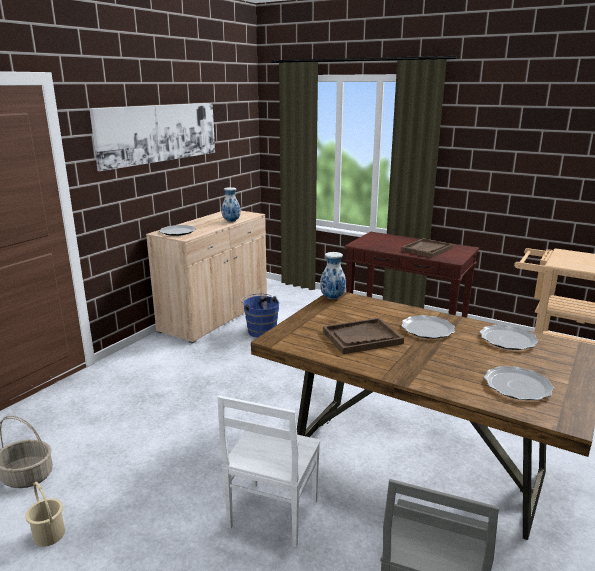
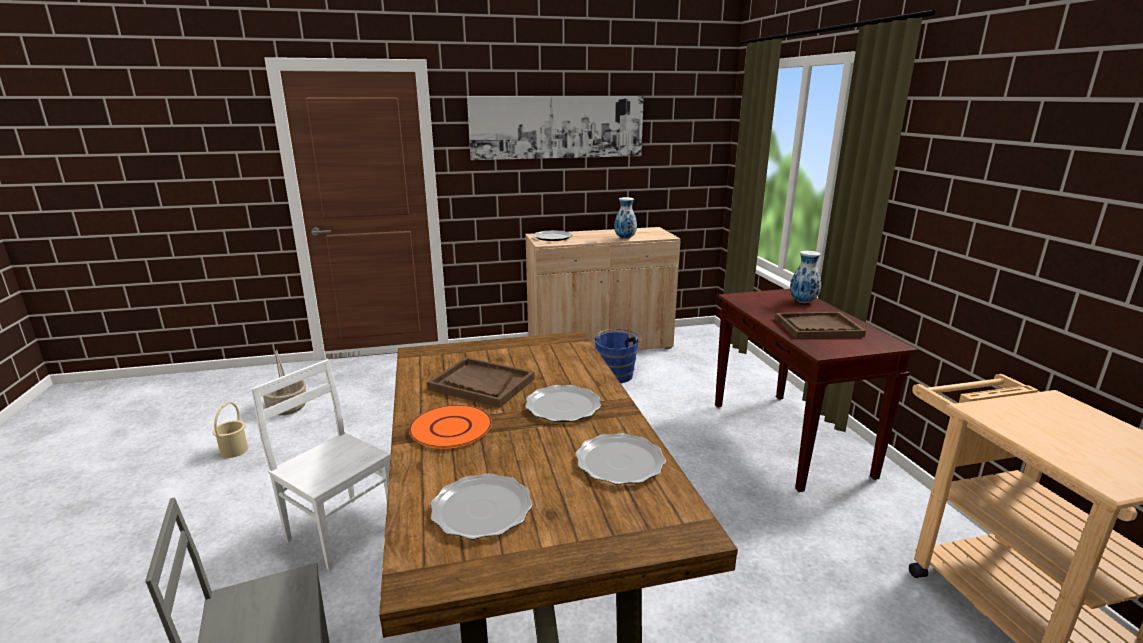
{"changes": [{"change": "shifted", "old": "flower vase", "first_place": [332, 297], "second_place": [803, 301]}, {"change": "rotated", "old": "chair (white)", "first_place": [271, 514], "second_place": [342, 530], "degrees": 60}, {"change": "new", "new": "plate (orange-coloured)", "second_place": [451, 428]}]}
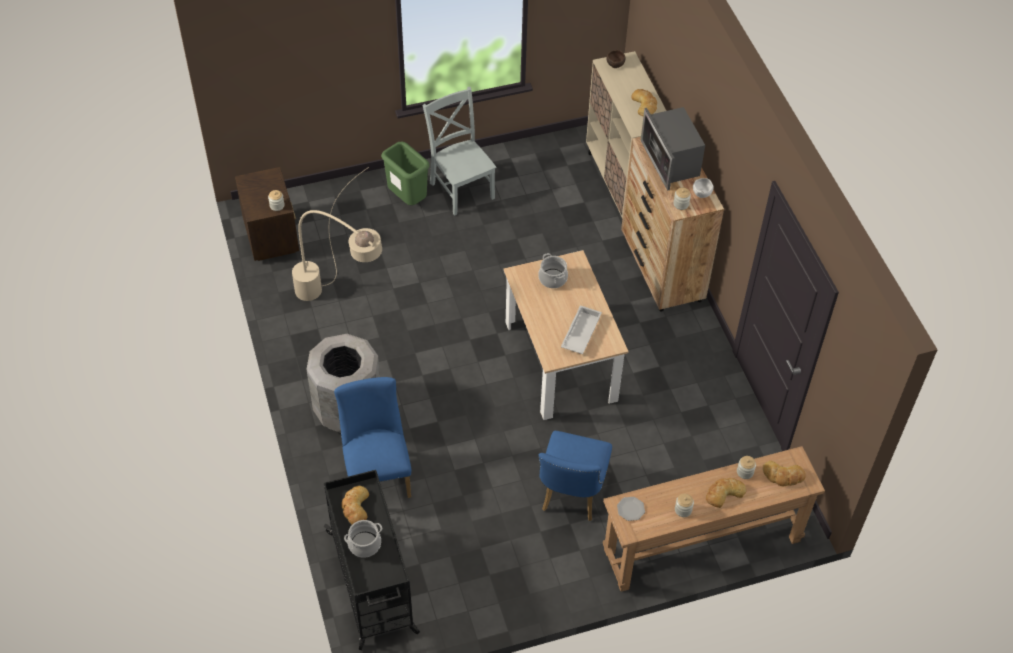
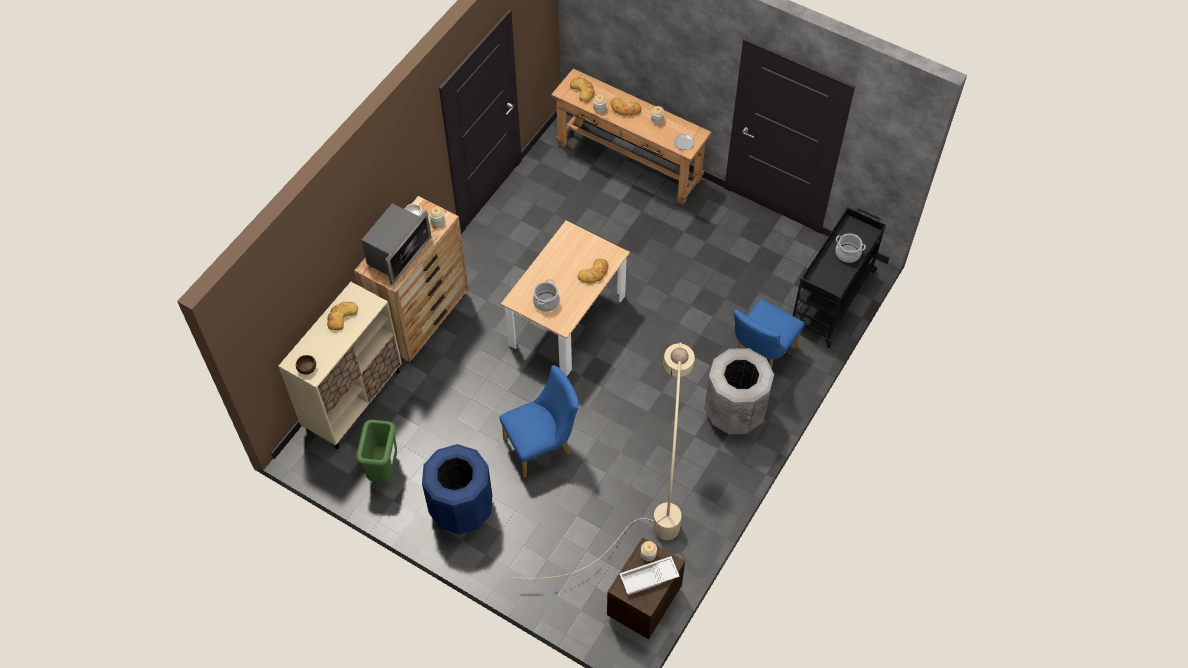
{"changes": [{"change": "swapped", "old": "chair (grey)", "new": "waste bin (blue-coloured)", "first_place": [461, 188], "second_place": [461, 509]}, {"change": "shifted", "old": "waste bin (greenish)", "first_place": [408, 199], "second_place": [383, 469]}, {"change": "shifted", "old": "tray (white)", "first_place": [580, 333], "second_place": [649, 578]}, {"change": "shifted", "old": "chair (blue-coloured)", "first_place": [571, 495], "second_place": [542, 446]}, {"change": "shifted", "old": "bread", "first_place": [355, 507], "second_place": [594, 273]}]}
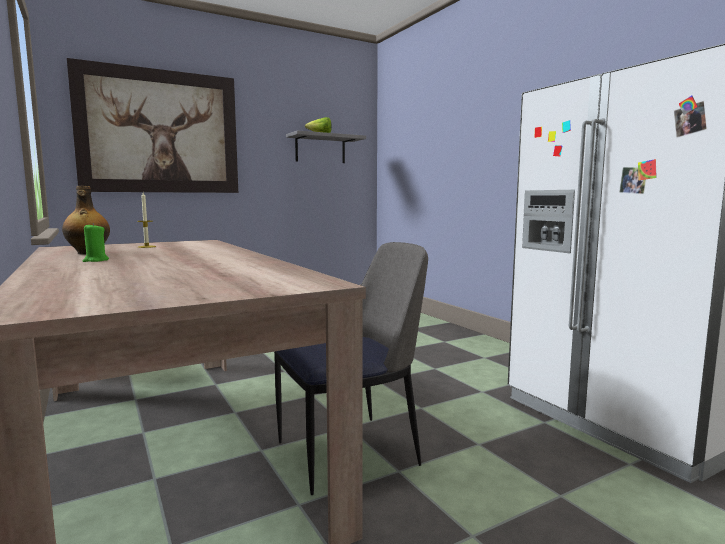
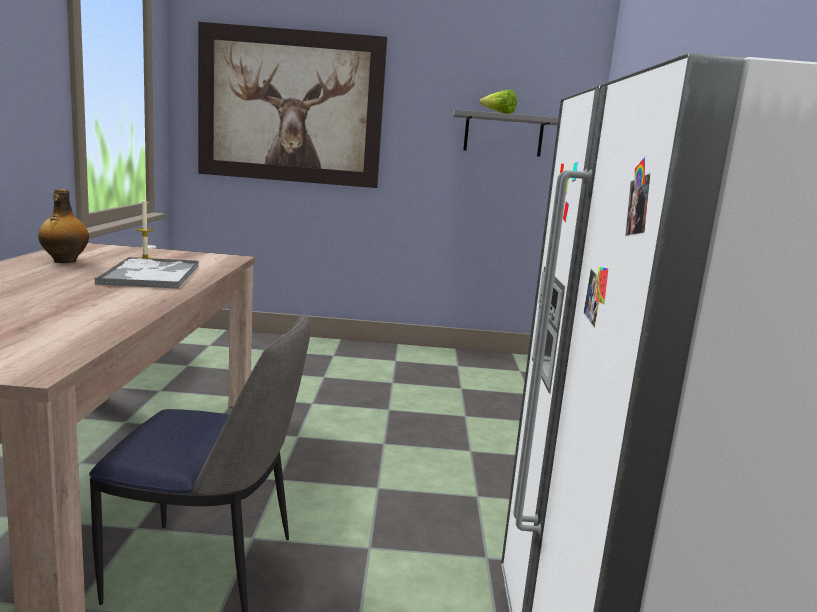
{"changes": [{"change": "gone", "old": "candle (greenish)", "first_place": [95, 260]}, {"change": "new", "new": "tray", "second_place": [151, 274]}]}
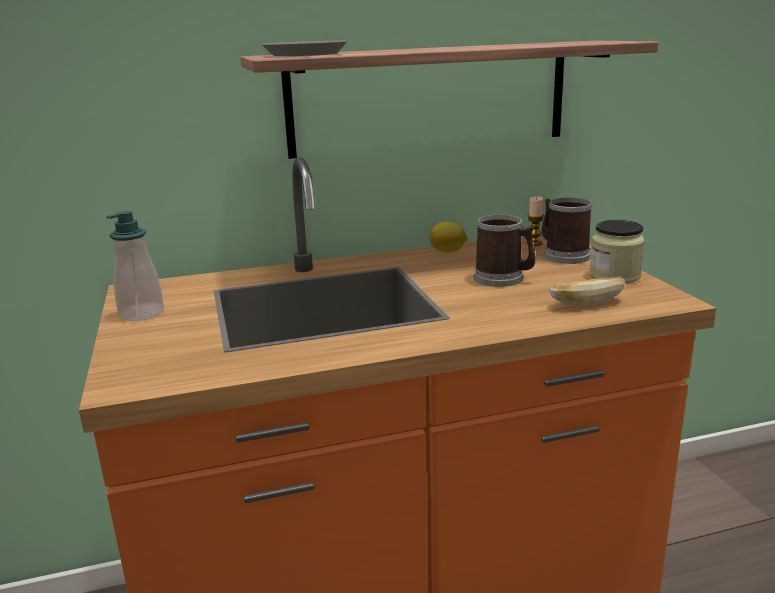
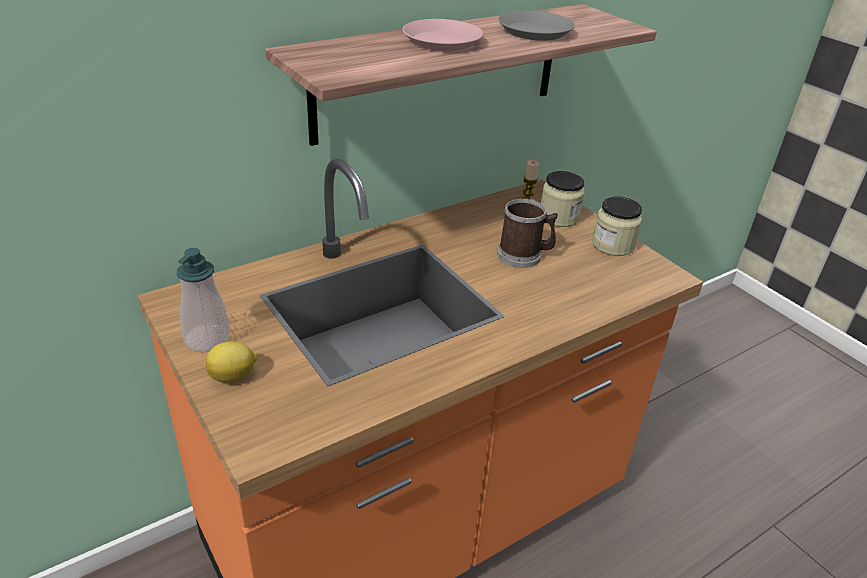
{"changes": [{"change": "shifted", "old": "plate (grey)", "first_place": [306, 54], "second_place": [535, 32]}, {"change": "swapped", "old": "tea mug", "new": "jar", "first_place": [562, 255], "second_place": [558, 217]}, {"change": "shifted", "old": "whole lemon", "first_place": [448, 251], "second_place": [233, 376]}, {"change": "gone", "old": "bread", "first_place": [586, 303]}, {"change": "new", "new": "plate (pink)", "second_place": [441, 41]}]}
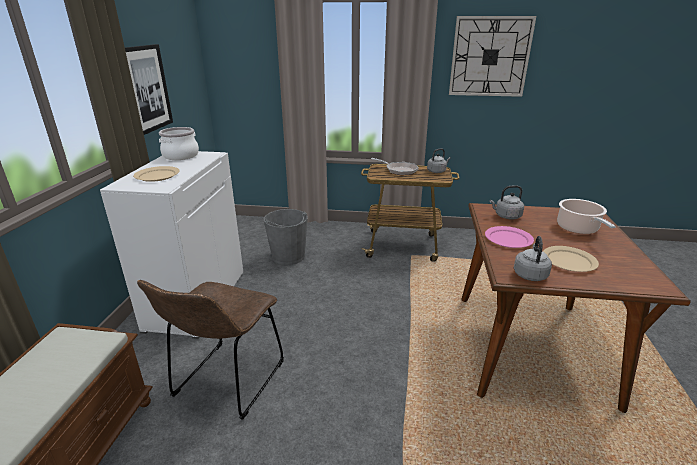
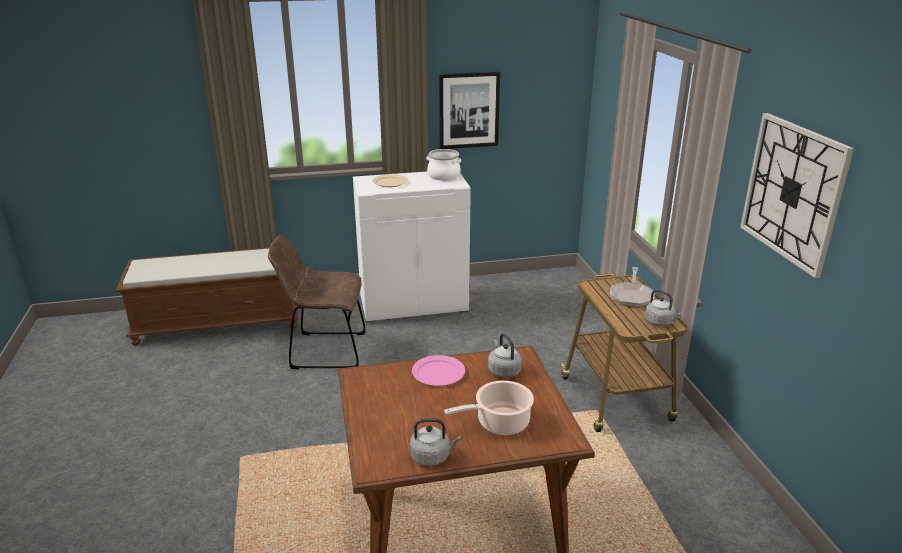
{"changes": [{"change": "gone", "old": "pail (grey)", "first_place": [288, 256]}, {"change": "shifted", "old": "water kettle (grey)", "first_place": [530, 274], "second_place": [432, 457]}, {"change": "gone", "old": "plate (sand-coloured)", "first_place": [568, 261]}]}
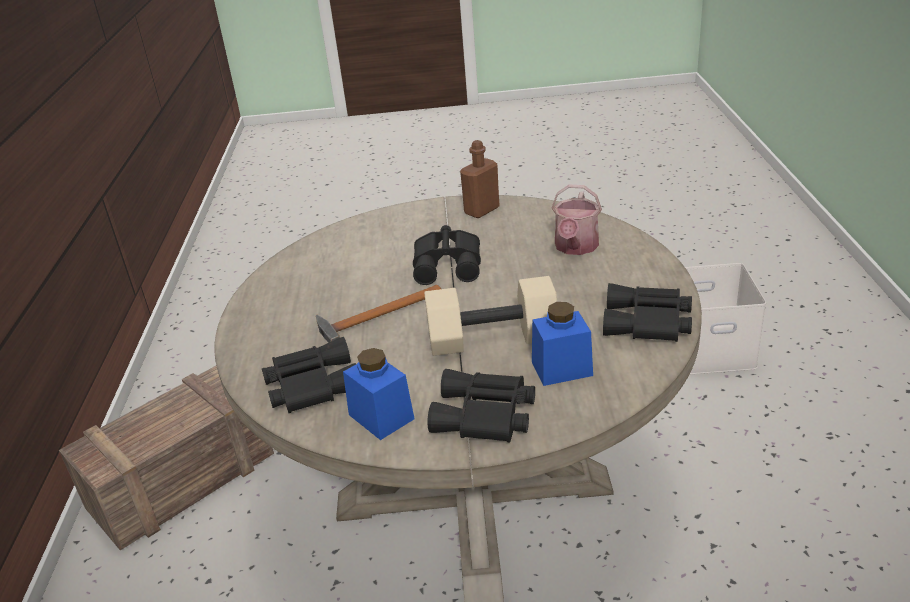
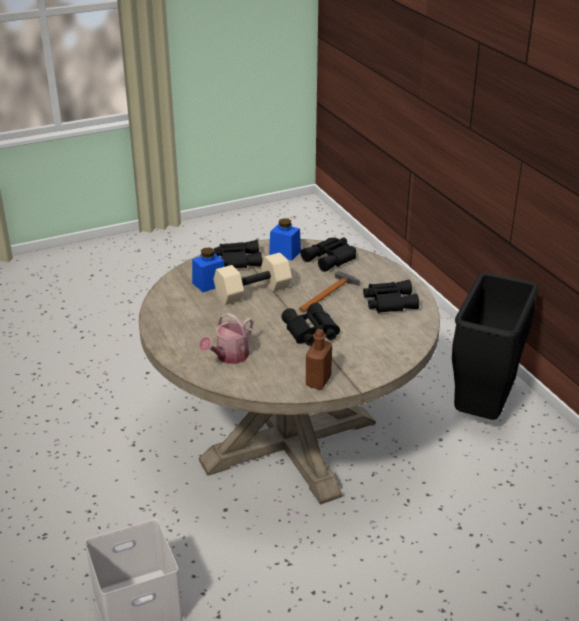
{"changes": [{"change": "rotated", "old": "sprinkling can", "first_place": [575, 247], "second_place": [229, 357], "degrees": -135}, {"change": "shifted", "old": "pair of binoculars (black)", "first_place": [648, 323], "second_place": [388, 302]}, {"change": "swapped", "old": "packing crate", "new": "waste bin (black)", "first_place": [184, 480], "second_place": [483, 410]}]}
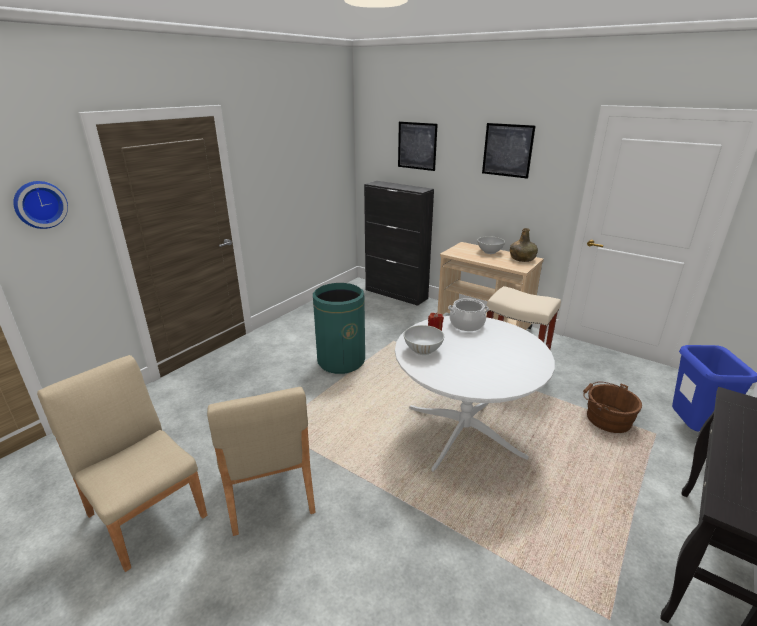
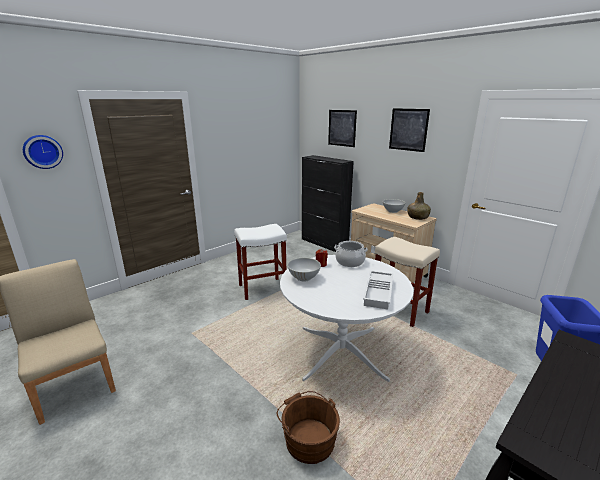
{"changes": [{"change": "swapped", "old": "waste bin (greenish)", "new": "stool seat (white)", "first_place": [341, 361], "second_place": [263, 288]}, {"change": "shifted", "old": "pail (brown-coloured)", "first_place": [605, 418], "second_place": [308, 438]}, {"change": "gone", "old": "chair (sand-coloured)", "first_place": [268, 491]}, {"change": "new", "new": "tray (white)", "second_place": [379, 292]}]}
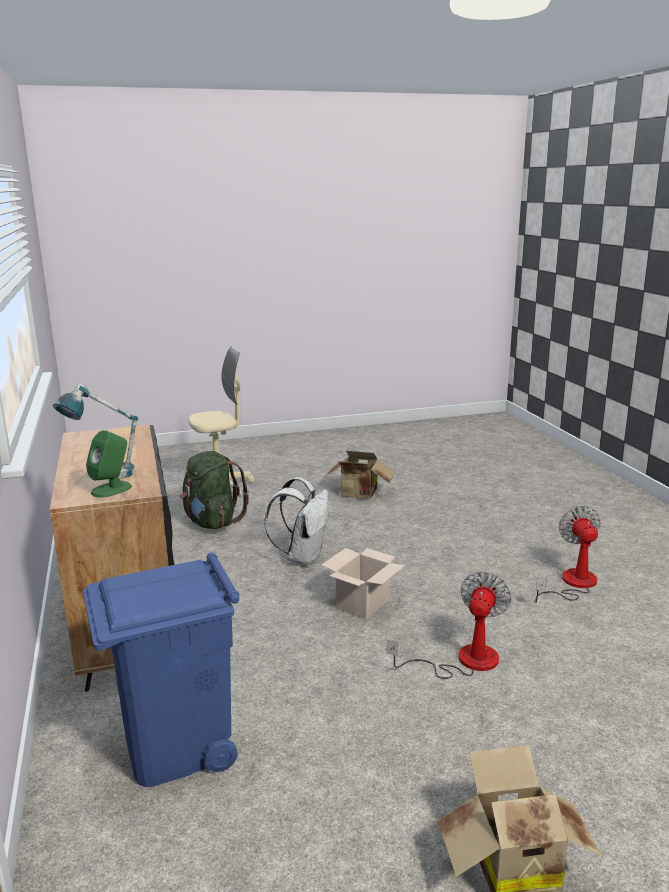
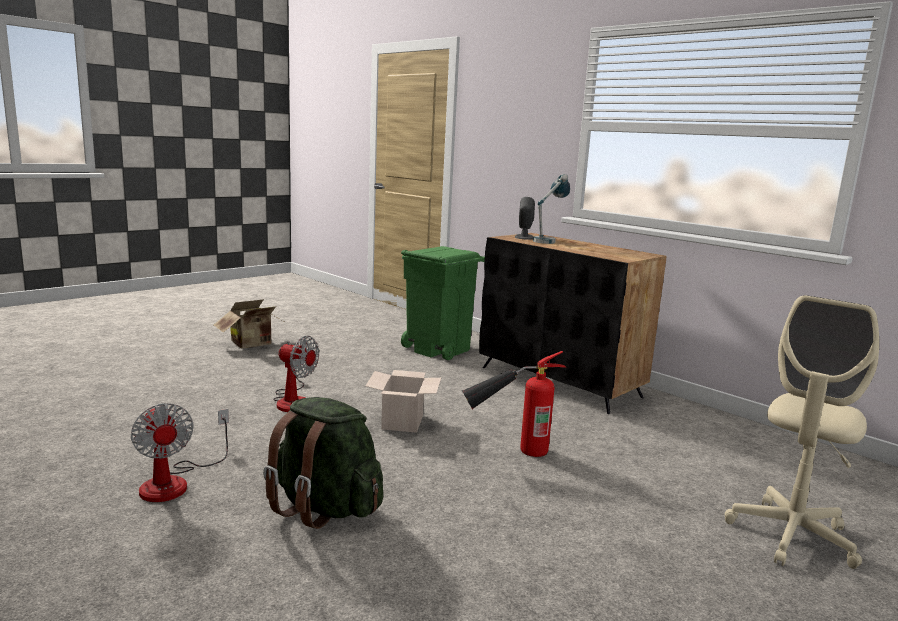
{"changes": [{"change": "repainted", "old": "speaker (greenish)", "new": "speaker (grey)", "first_place": [112, 489], "second_place": [524, 237]}, {"change": "shifted", "old": "knapsack (greenish)", "first_place": [212, 522], "second_place": [325, 507]}, {"change": "gone", "old": "packing box", "first_place": [359, 494]}, {"change": "swapped", "old": "knapsack (white)", "new": "fire-fighting cylinder", "first_place": [303, 557], "second_place": [508, 451]}, {"change": "repainted", "old": "waste bin (blue-coloured)", "new": "waste bin (greenish)", "first_place": [177, 746], "second_place": [438, 349]}, {"change": "rotated", "old": "cooling fan", "first_place": [463, 661], "second_place": [293, 400], "degrees": -60}]}
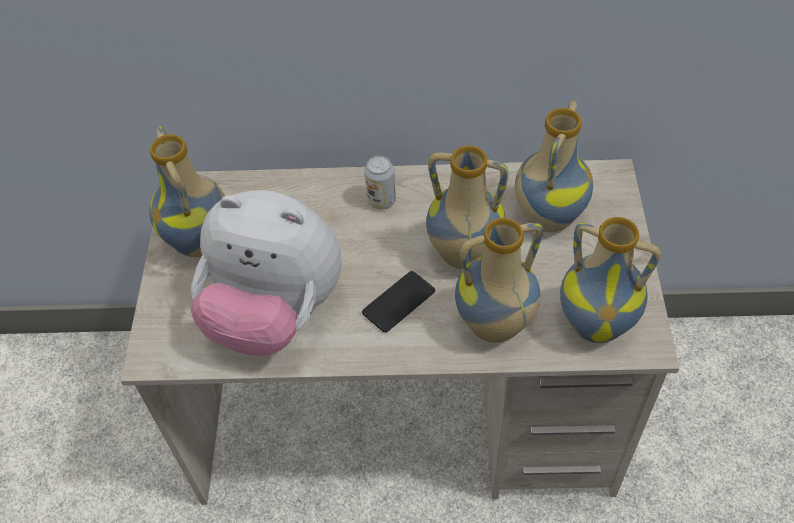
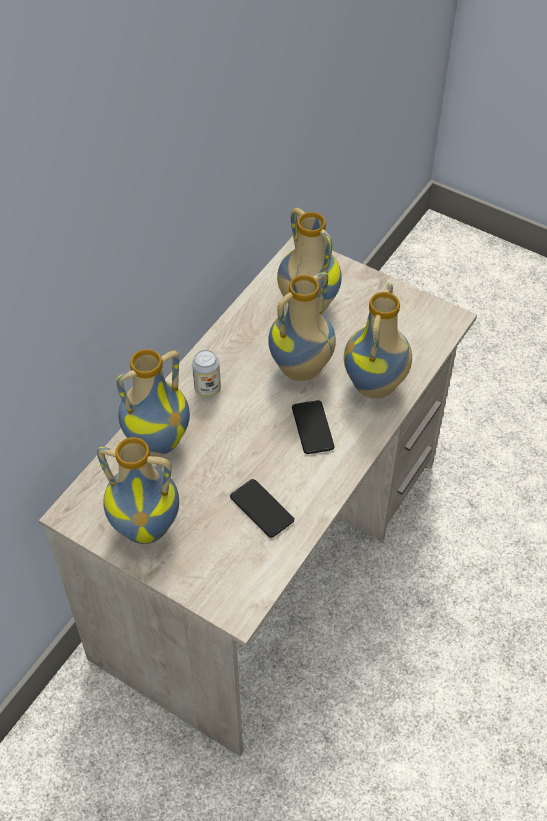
{"changes": [{"change": "swapped", "old": "cuddly toy", "new": "telephone", "first_place": [274, 313], "second_place": [261, 509]}, {"change": "shifted", "old": "flower vase", "first_place": [596, 323], "second_place": [157, 439]}]}
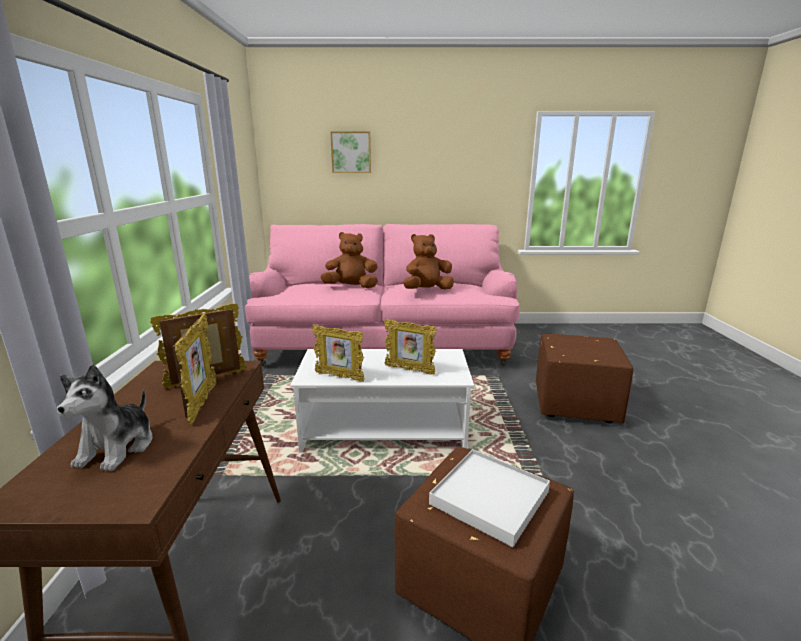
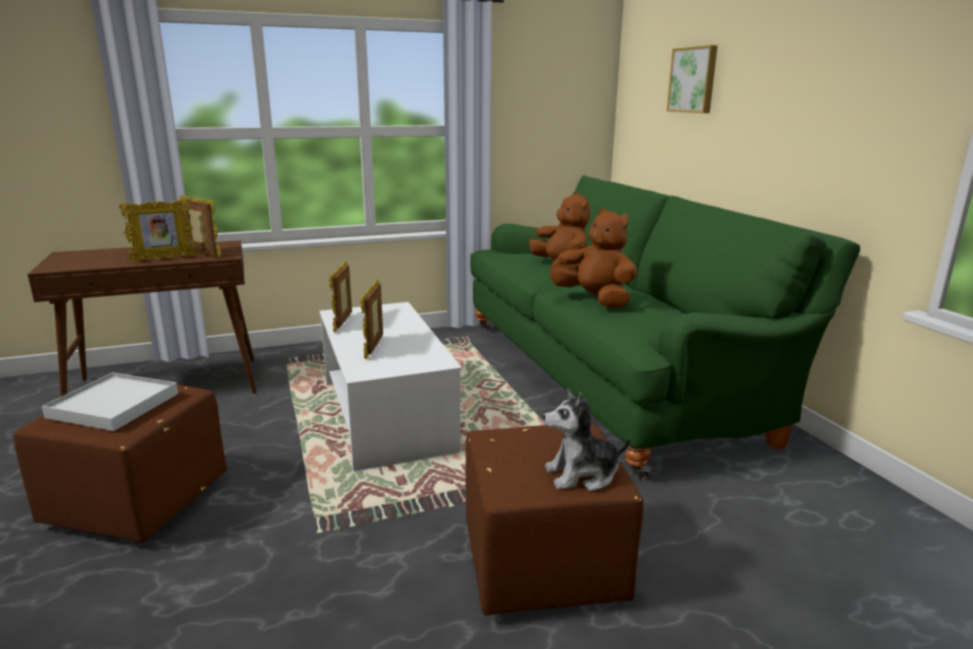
{"changes": [{"change": "repainted", "old": "settee (pink)", "new": "settee (greenish)", "first_place": [384, 345], "second_place": [610, 377]}, {"change": "shifted", "old": "cuddly toy", "first_place": [118, 448], "second_place": [582, 475]}]}
